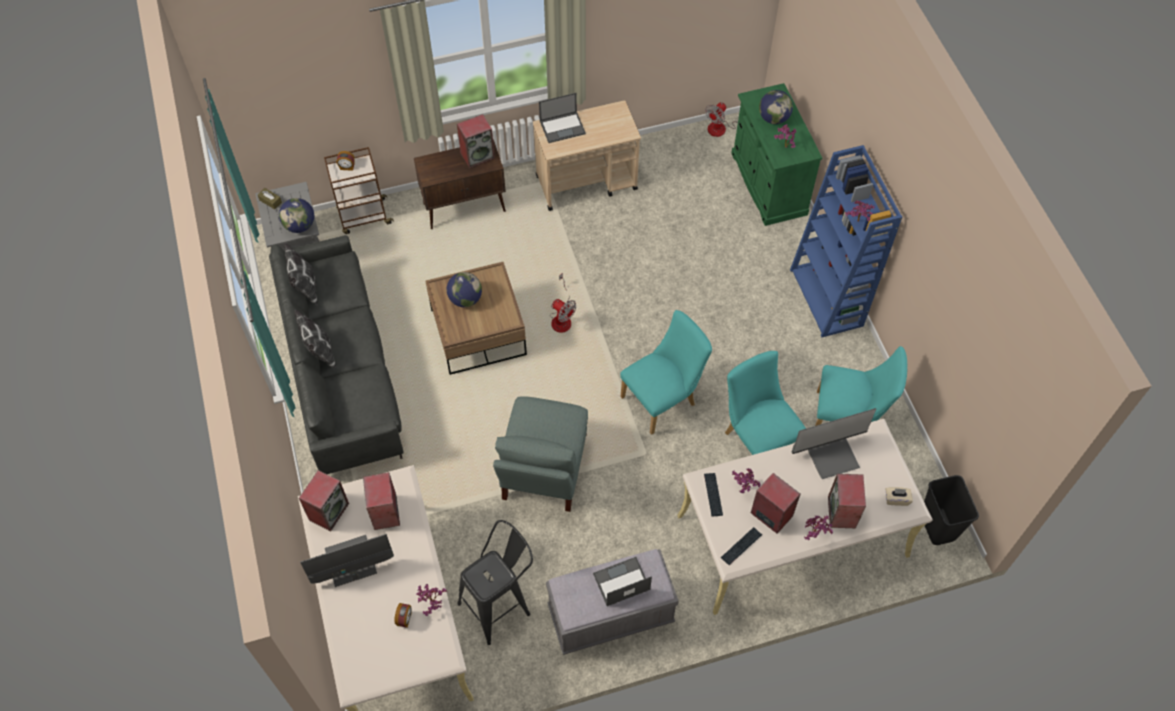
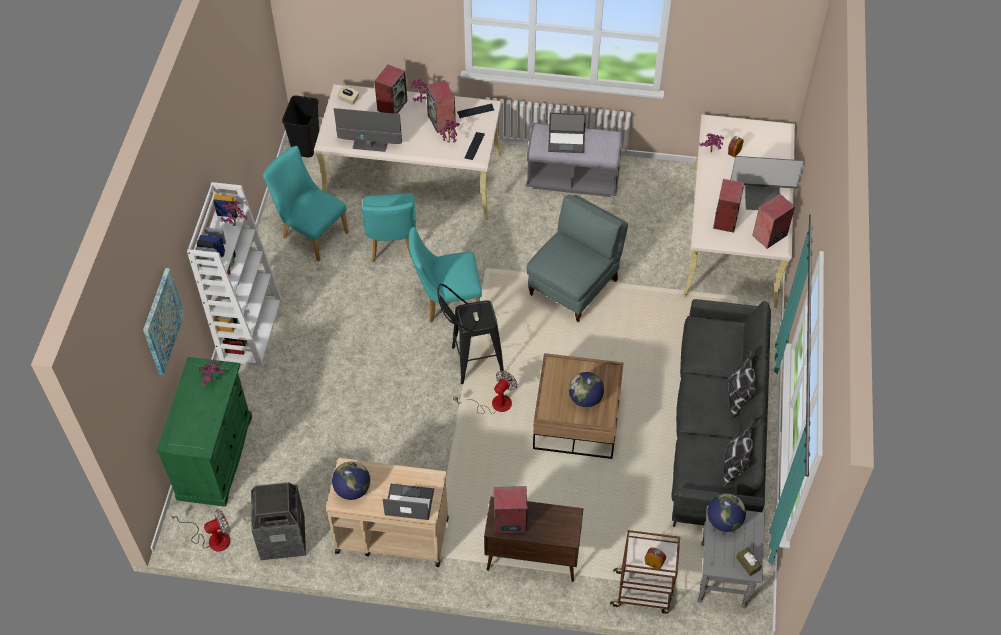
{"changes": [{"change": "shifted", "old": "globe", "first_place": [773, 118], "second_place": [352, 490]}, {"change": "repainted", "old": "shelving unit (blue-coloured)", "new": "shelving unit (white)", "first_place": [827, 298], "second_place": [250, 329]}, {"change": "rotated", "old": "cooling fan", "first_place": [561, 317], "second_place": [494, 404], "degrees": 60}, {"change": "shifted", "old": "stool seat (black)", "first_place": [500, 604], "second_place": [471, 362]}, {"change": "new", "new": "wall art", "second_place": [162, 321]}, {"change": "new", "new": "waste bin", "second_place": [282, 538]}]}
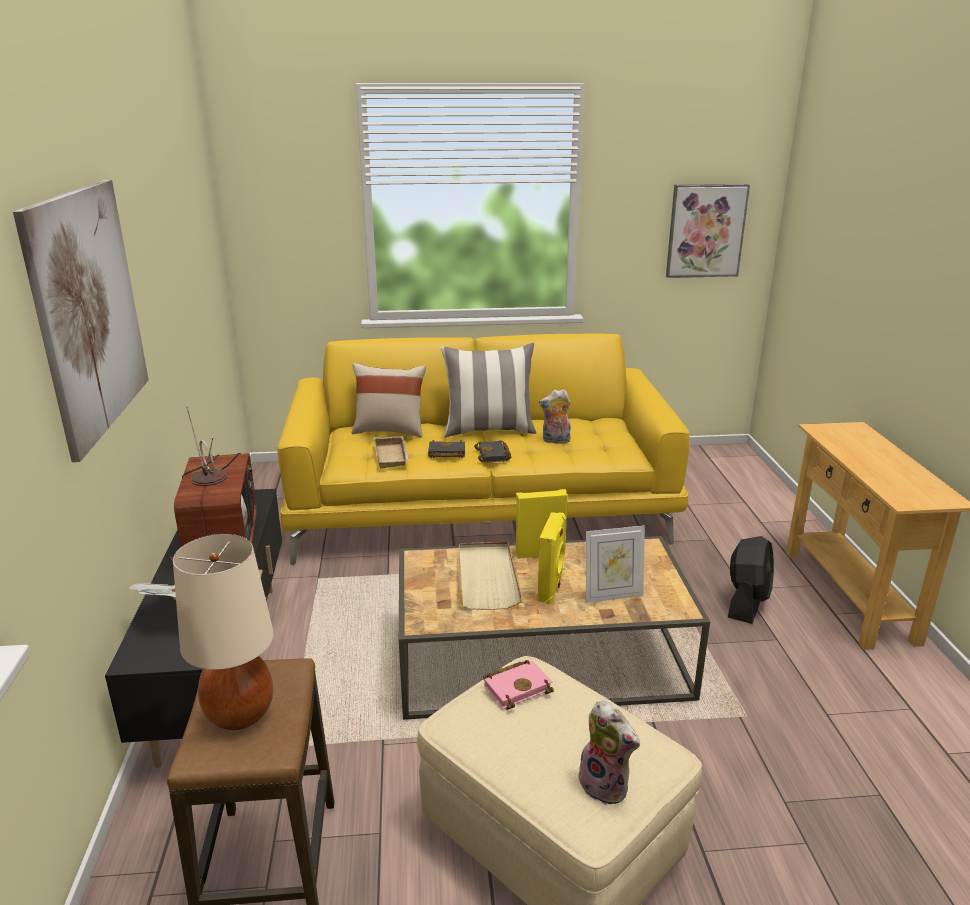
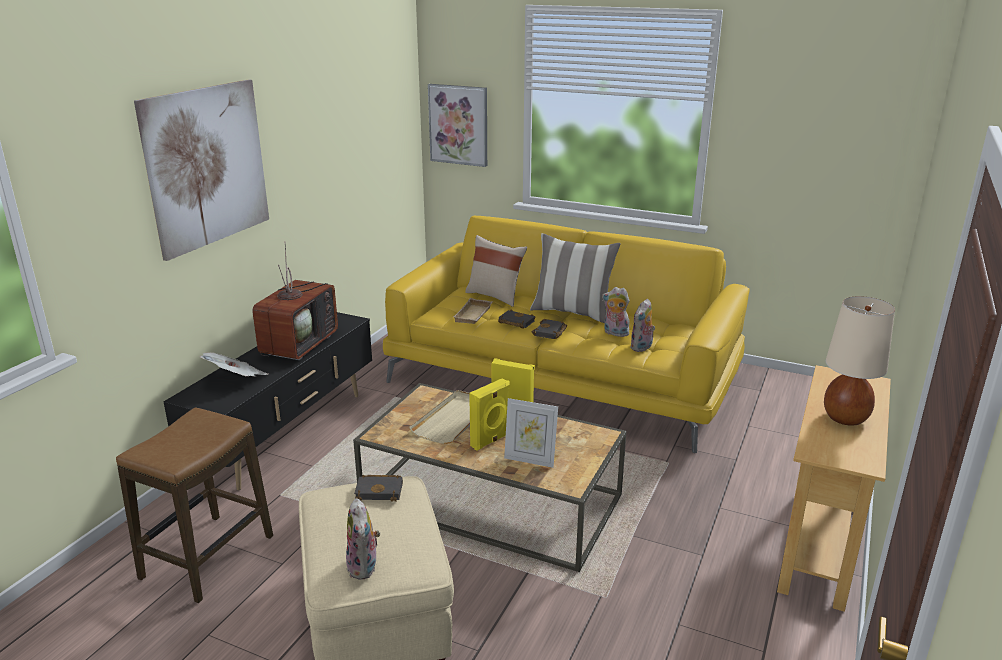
{"changes": [{"change": "shifted", "old": "wall art", "first_place": [705, 231], "second_place": [458, 125]}, {"change": "shifted", "old": "lamp for a table (sand-coloured)", "first_place": [240, 713], "second_place": [845, 418]}, {"change": "gone", "old": "cooling fan (black)", "first_place": [747, 602]}, {"change": "repainted", "old": "book (pink)", "new": "book (black)", "first_place": [518, 687], "second_place": [380, 490]}, {"change": "new", "new": "cuddly toy", "second_place": [642, 348]}]}
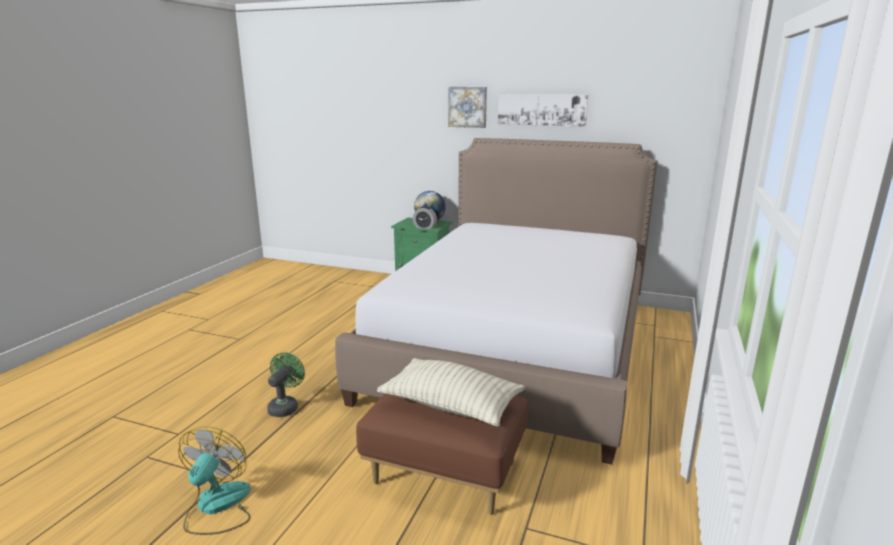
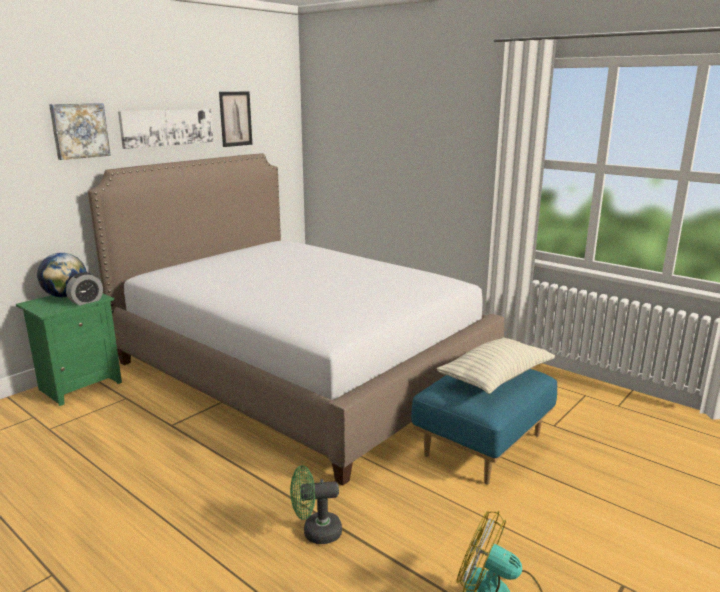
{"changes": [{"change": "rotated", "old": "cooling fan (greenish)", "first_place": [285, 406], "second_place": [315, 532], "degrees": -45}, {"change": "repainted", "old": "pouffe (brown-coloured)", "new": "pouffe (blue-coloured)", "first_place": [446, 472], "second_place": [482, 444]}, {"change": "new", "new": "wall art", "second_place": [235, 119]}]}
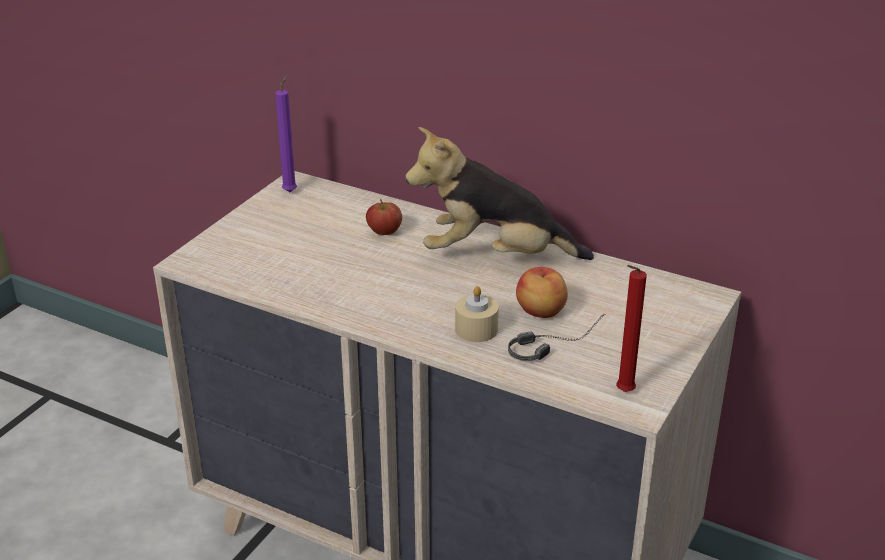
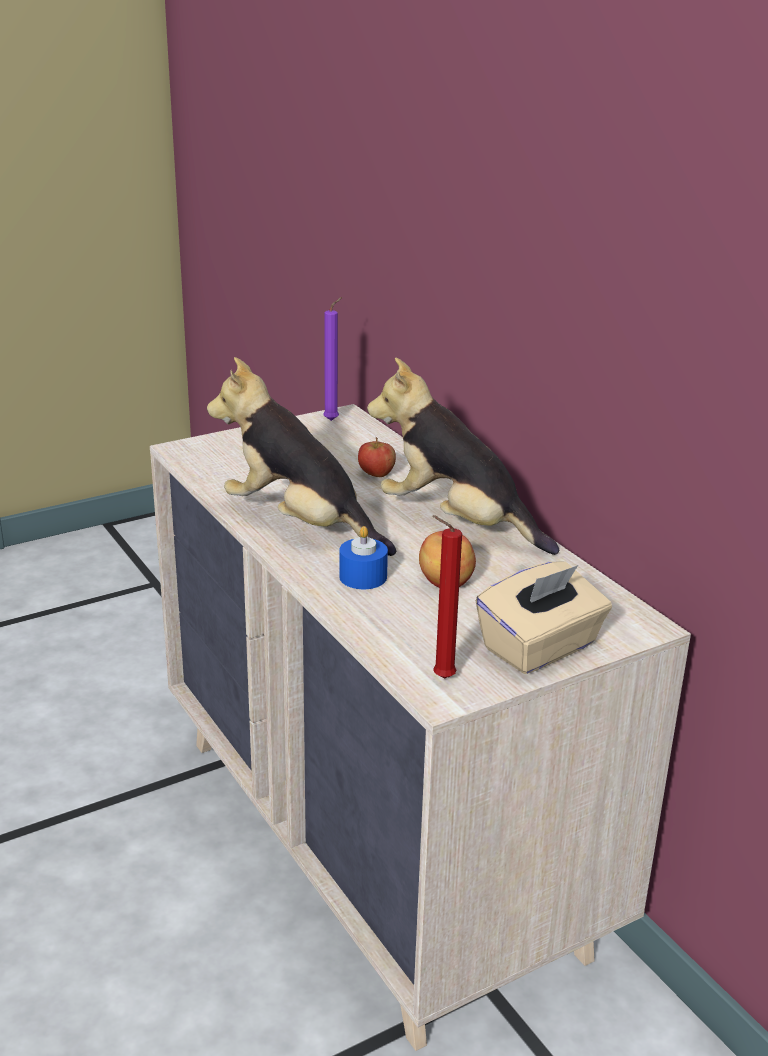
{"changes": [{"change": "repainted", "old": "candle (sand-coloured)", "new": "candle (blue-coloured)", "first_place": [476, 329], "second_place": [363, 577]}, {"change": "gone", "old": "headset", "first_place": [554, 343]}, {"change": "new", "new": "cuddly toy", "second_place": [300, 524]}, {"change": "new", "new": "tissue holder (sand-coloured)", "second_place": [540, 648]}]}
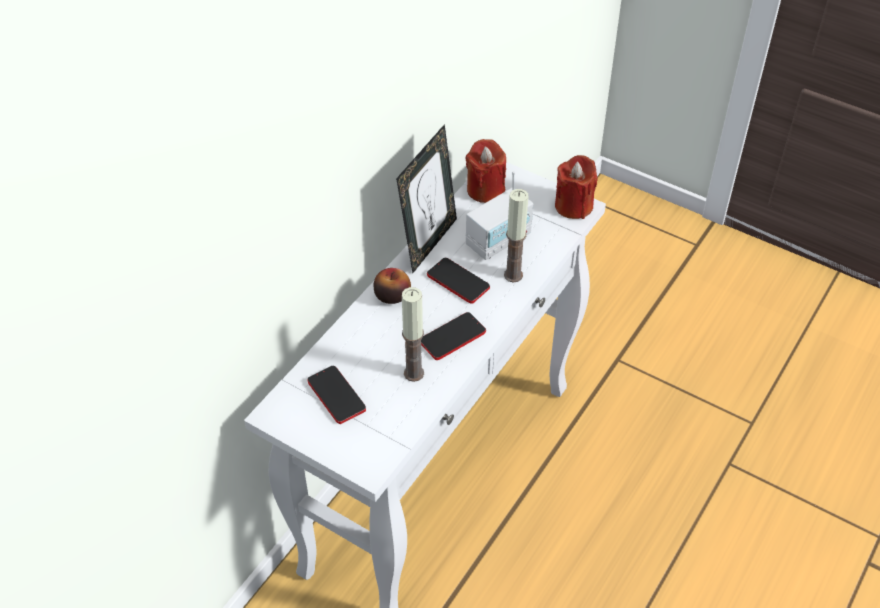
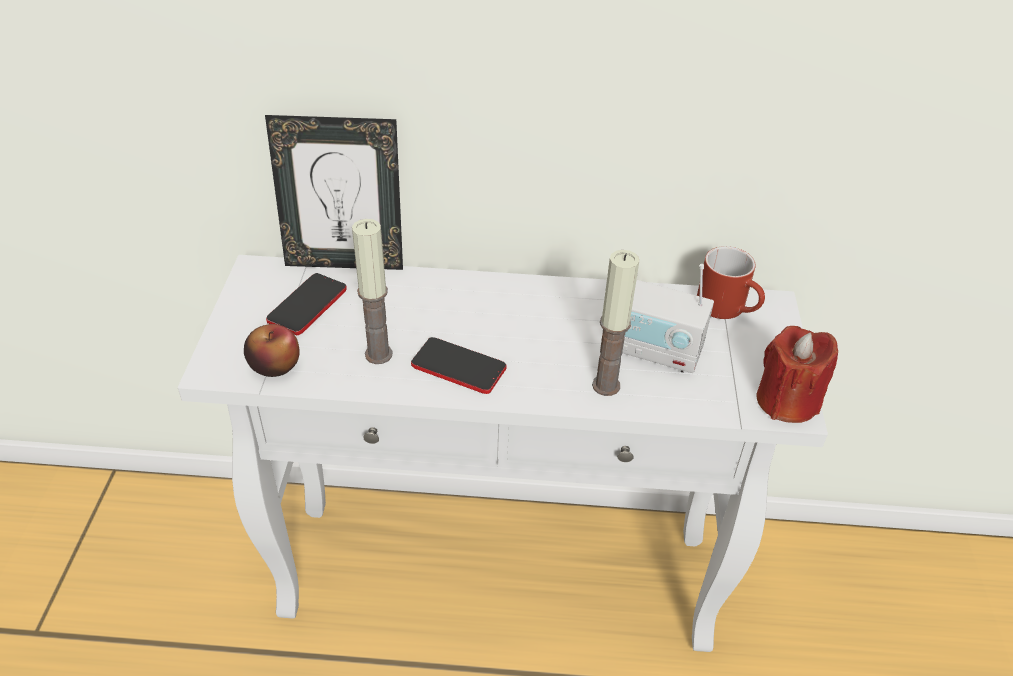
{"changes": [{"change": "shifted", "old": "photo frame", "first_place": [428, 243], "second_place": [345, 261]}, {"change": "swapped", "old": "candle (reddish)", "new": "tea mug (reddish)", "first_place": [485, 190], "second_place": [729, 308]}, {"change": "gone", "old": "telephone", "first_place": [458, 281]}, {"change": "shifted", "old": "whole apple", "first_place": [392, 295], "second_place": [275, 365]}]}
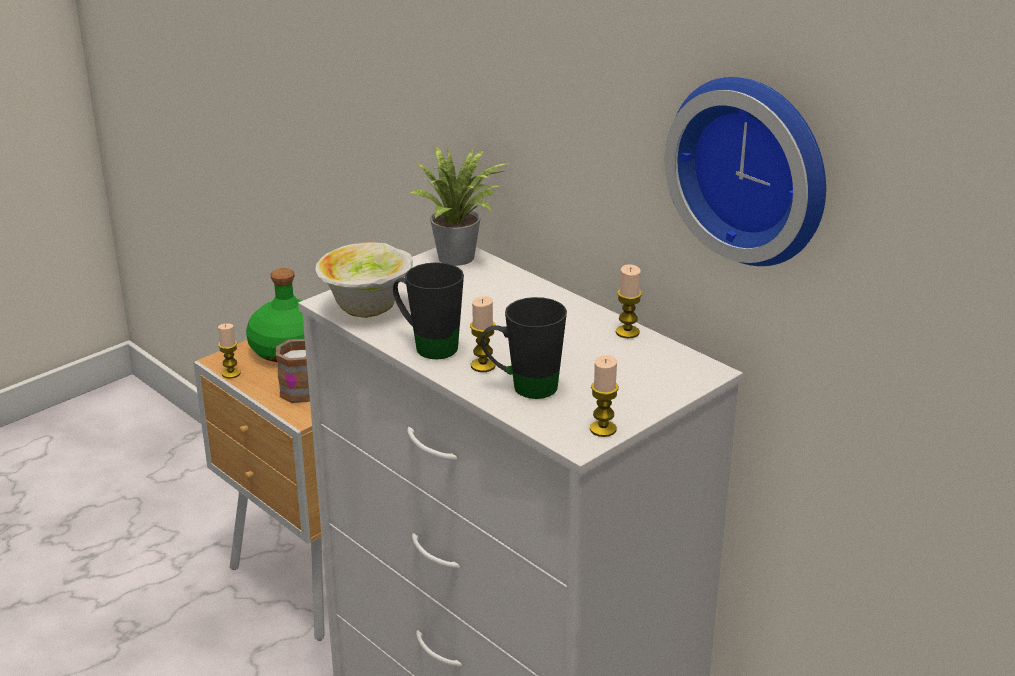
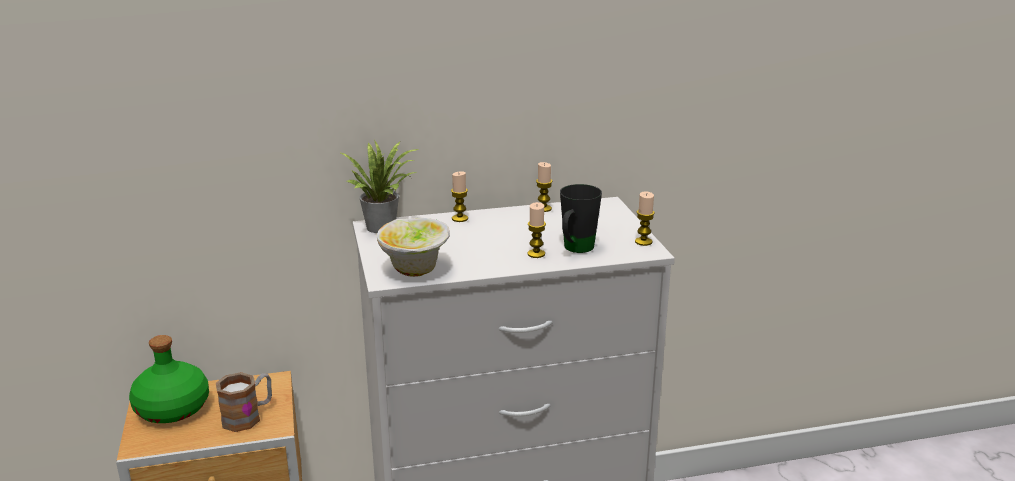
{"changes": [{"change": "gone", "old": "clock on the wall", "first_place": [754, 168]}, {"change": "gone", "old": "tea mug (black)", "first_place": [427, 345]}, {"change": "shifted", "old": "candle", "first_place": [231, 373], "second_place": [460, 218]}]}
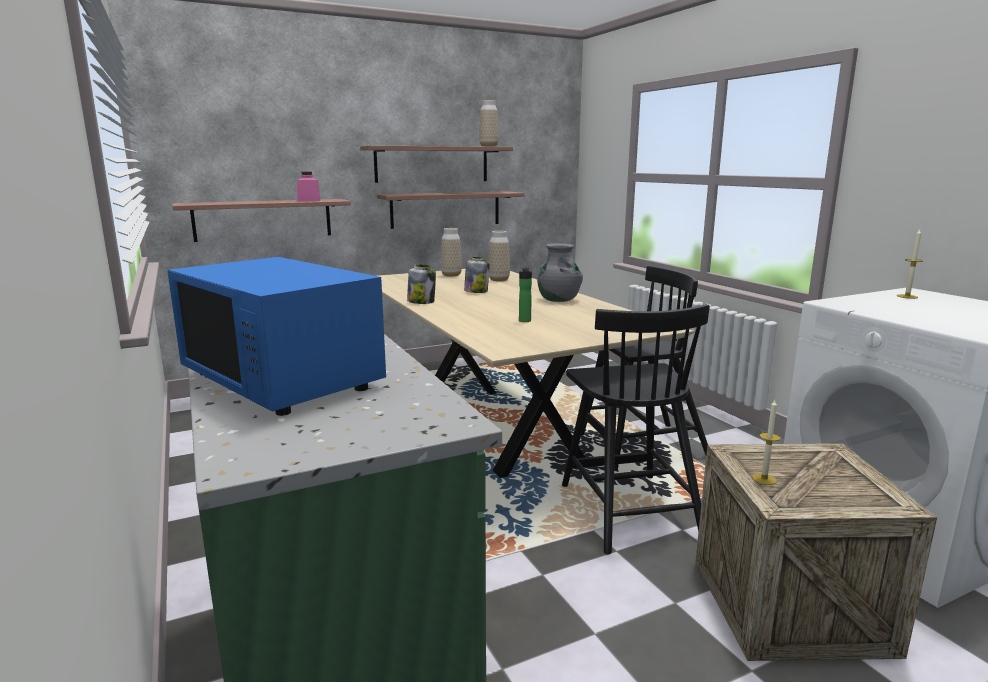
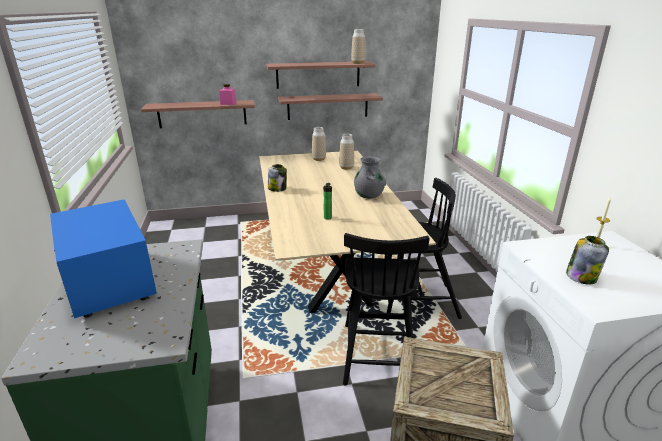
{"changes": [{"change": "shifted", "old": "jar", "first_place": [476, 291], "second_place": [581, 277]}, {"change": "gone", "old": "candle", "first_place": [764, 479]}]}
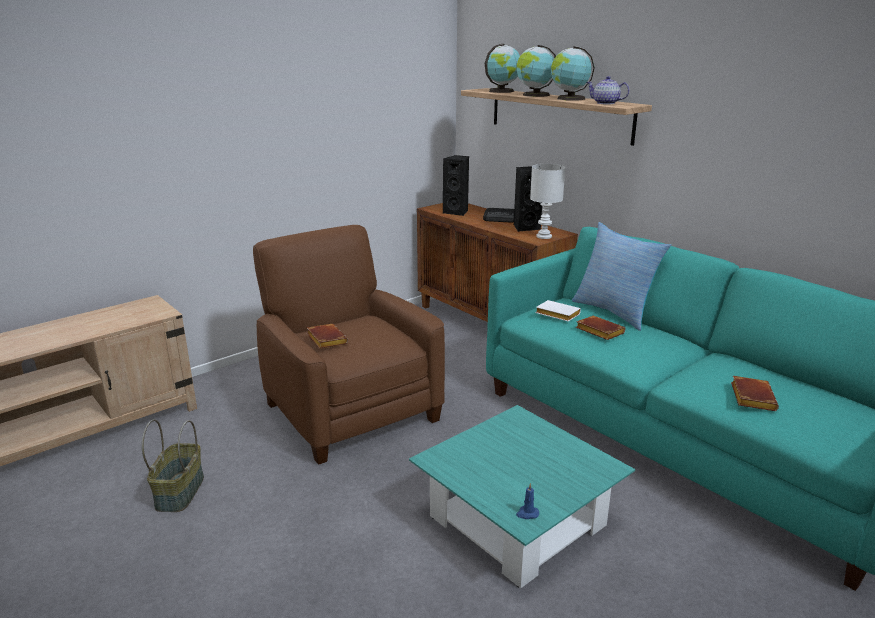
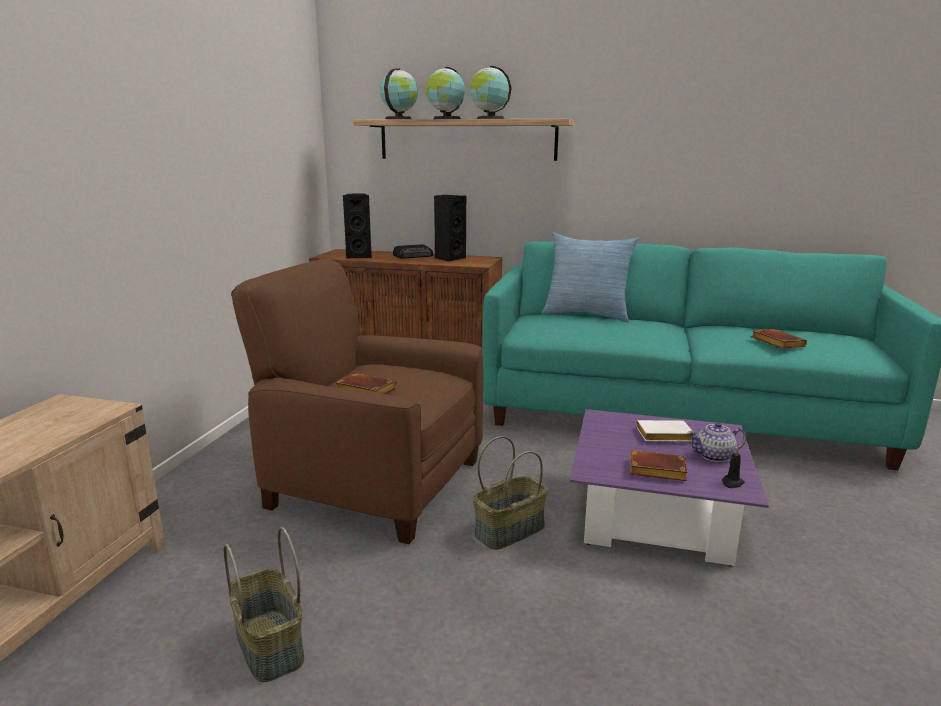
{"changes": [{"change": "shifted", "old": "teapot", "first_place": [606, 103], "second_place": [714, 456]}, {"change": "gone", "old": "lamp for a table (white)", "first_place": [543, 236]}, {"change": "shifted", "old": "book (white)", "first_place": [556, 314], "second_place": [663, 436]}, {"change": "shifted", "old": "book (brown-coloured)", "first_place": [598, 331], "second_place": [655, 471]}, {"change": "repainted", "old": "coffee table (turquoise)", "new": "coffee table (purple-coloured)", "first_place": [517, 521], "second_place": [656, 516]}, {"change": "repainted", "old": "candle (blue-coloured)", "new": "candle (black)", "first_place": [527, 514], "second_place": [732, 483]}, {"change": "new", "new": "storage basket", "second_place": [509, 530]}]}
